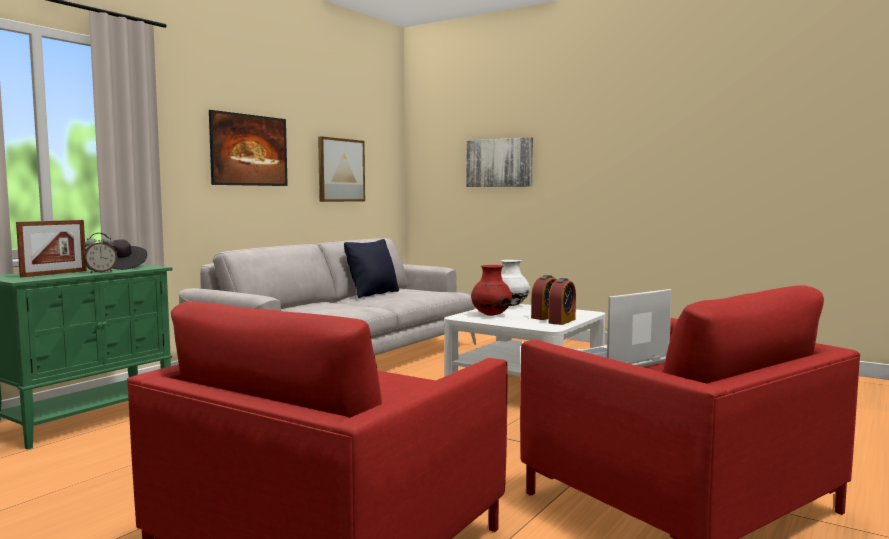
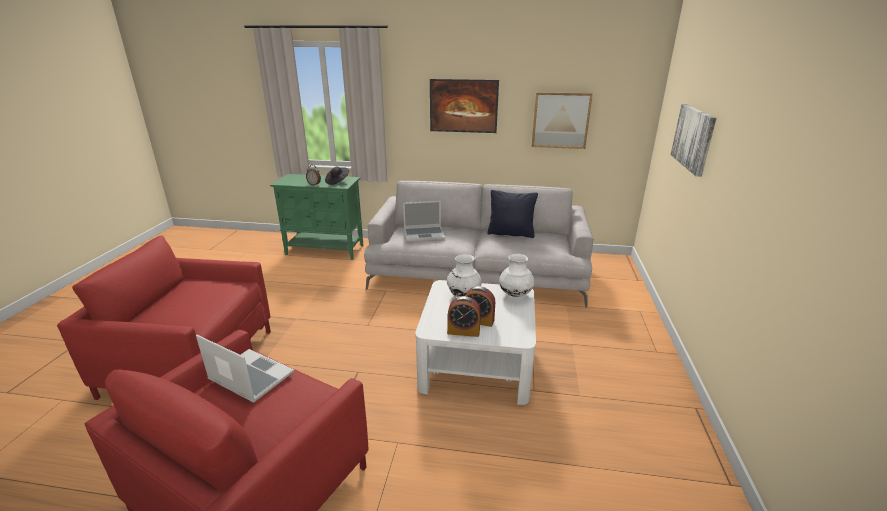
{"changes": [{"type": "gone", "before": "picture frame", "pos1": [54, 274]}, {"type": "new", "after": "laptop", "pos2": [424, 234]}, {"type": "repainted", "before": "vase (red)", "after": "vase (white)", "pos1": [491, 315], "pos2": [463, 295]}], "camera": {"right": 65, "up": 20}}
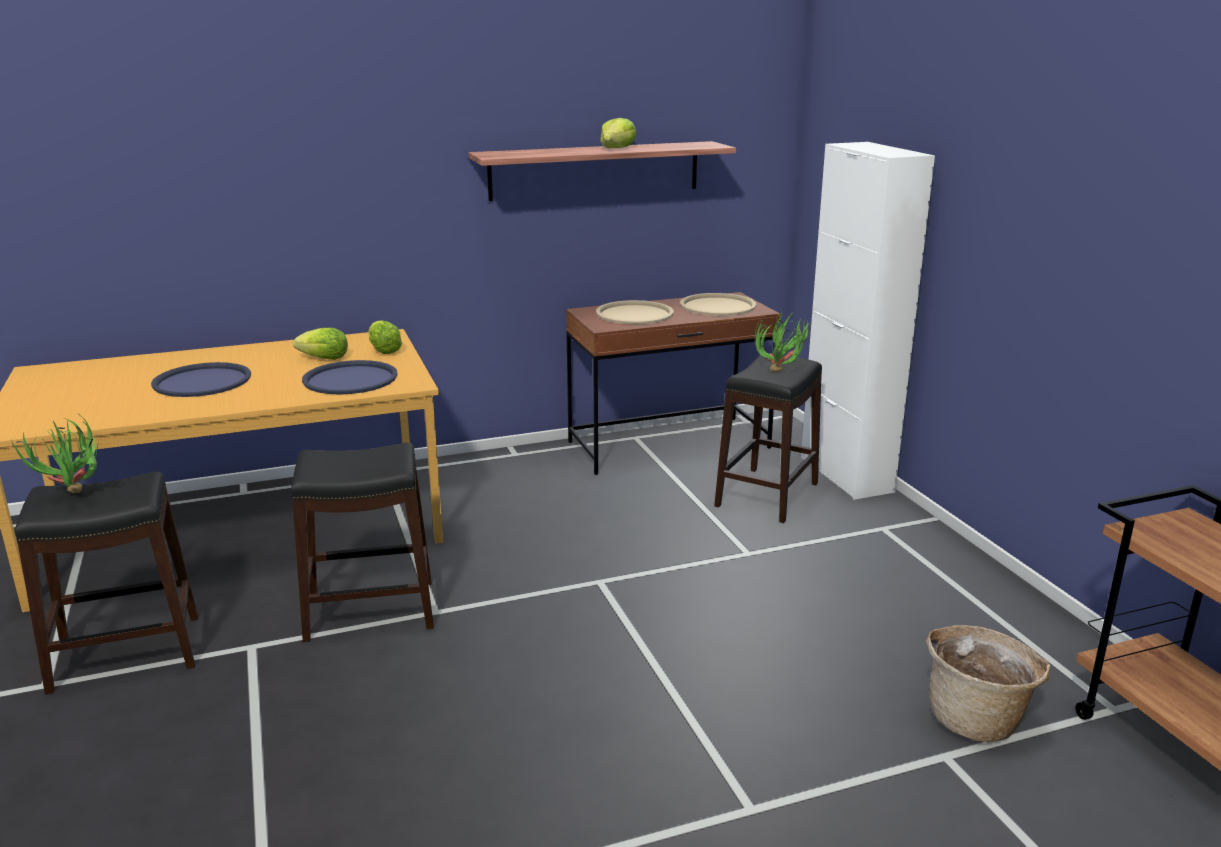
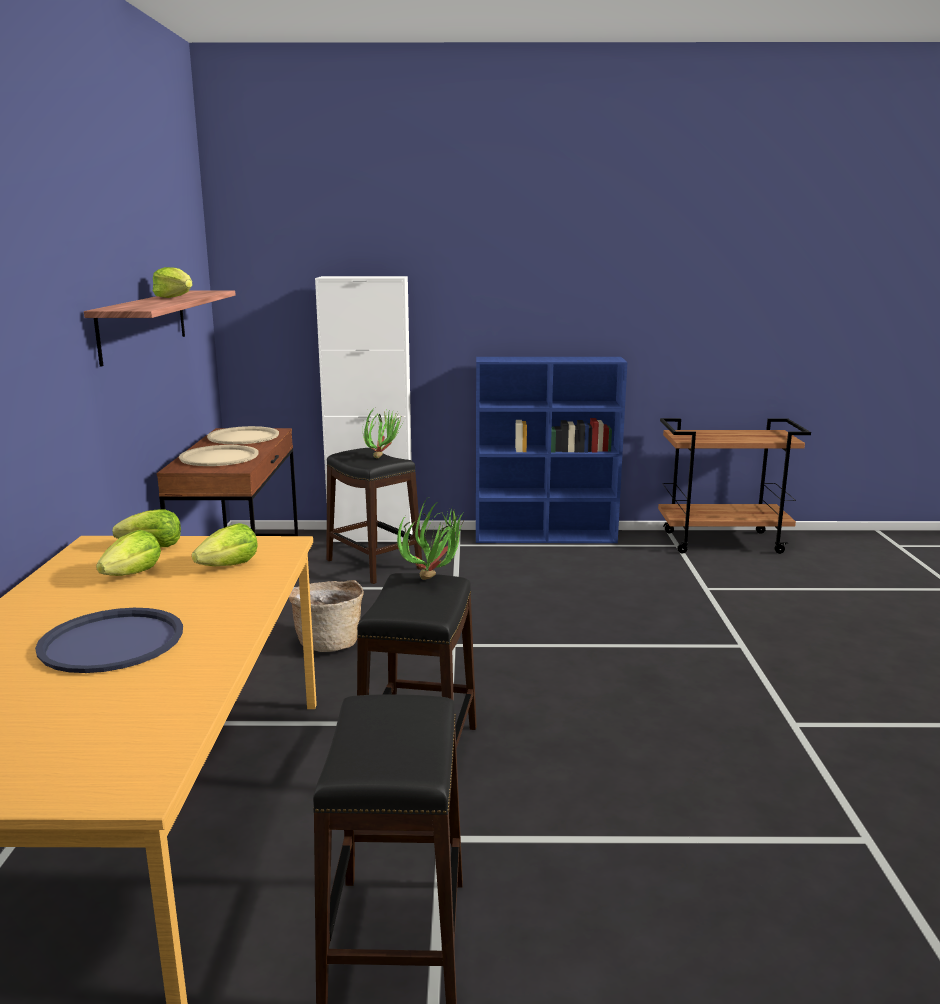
{"changes": [{"type": "new", "after": "bookcase (blue)", "pos2": [546, 536]}, {"type": "shifted", "before": "potted plant", "pos1": [74, 497], "pos2": [436, 579]}, {"type": "shifted", "before": "basket", "pos1": [977, 718], "pos2": [329, 642]}, {"type": "swapped", "before": "tray (blue)", "after": "lettuce", "pos1": [350, 379], "pos2": [230, 566]}], "camera": {"right": -70, "up": -5}}
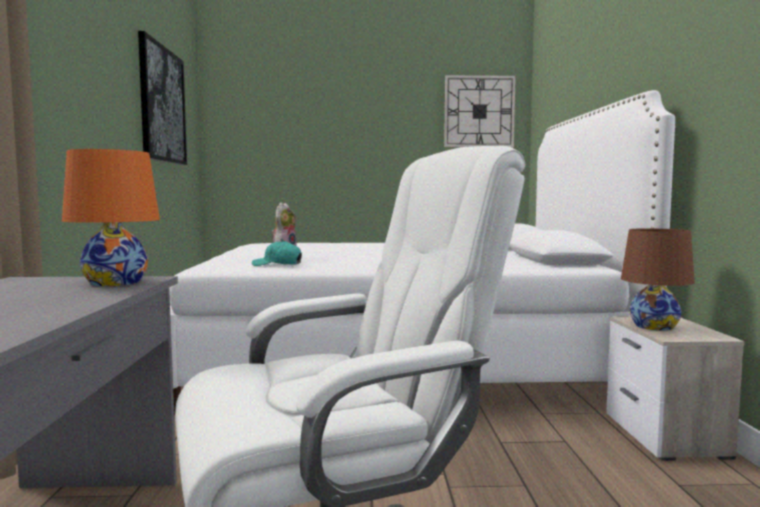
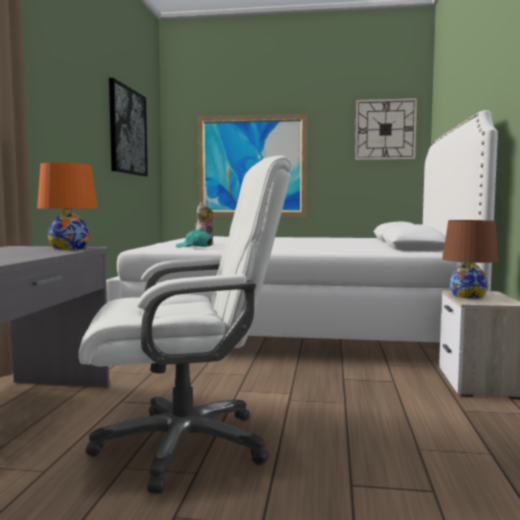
{"changes": [{"type": "new", "after": "picture", "pos2": [252, 166]}], "camera": {"right": 10, "up": 0}}
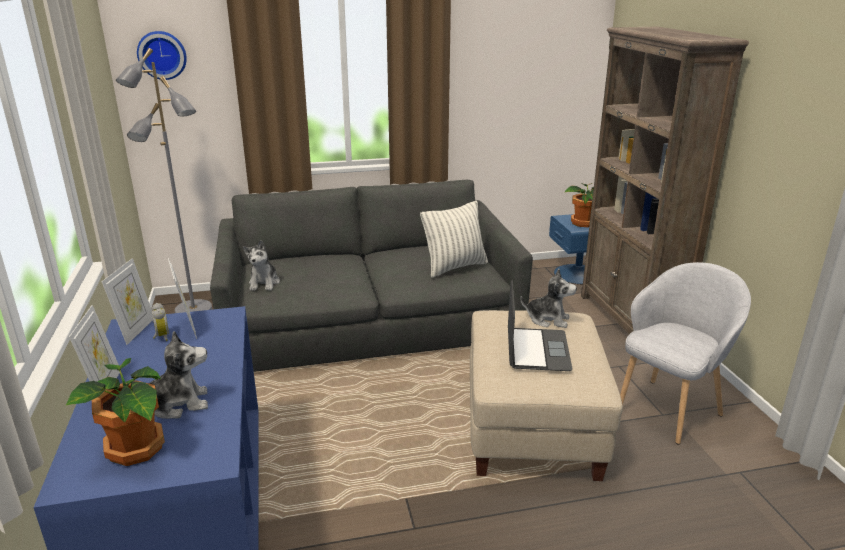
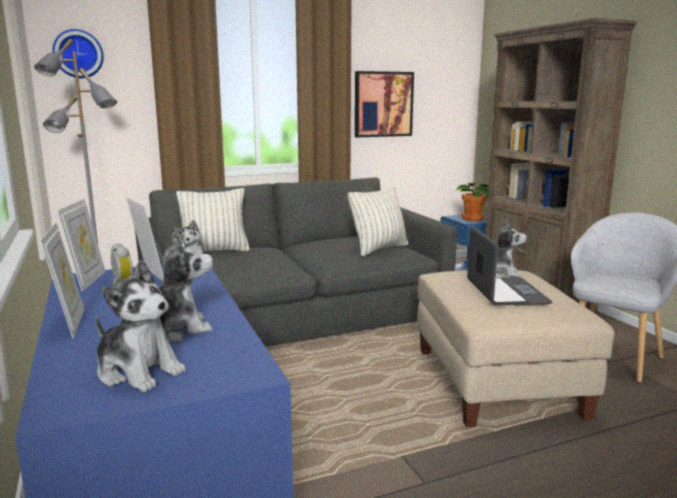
{"changes": [{"type": "new", "after": "pillow", "pos2": [215, 251]}, {"type": "new", "after": "picture", "pos2": [383, 104]}, {"type": "swapped", "before": "potted plant", "after": "plush toy", "pos1": [135, 450], "pos2": [138, 371]}], "camera": {"right": -10, "up": -10}}
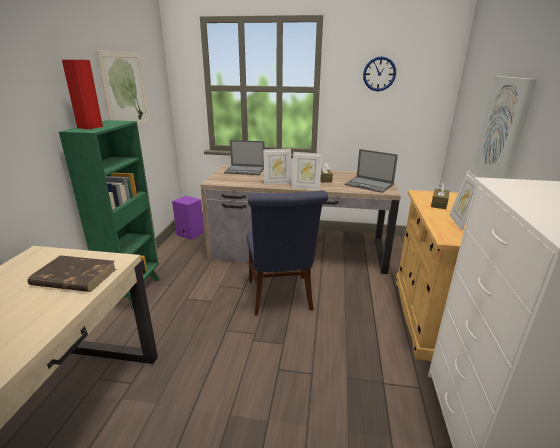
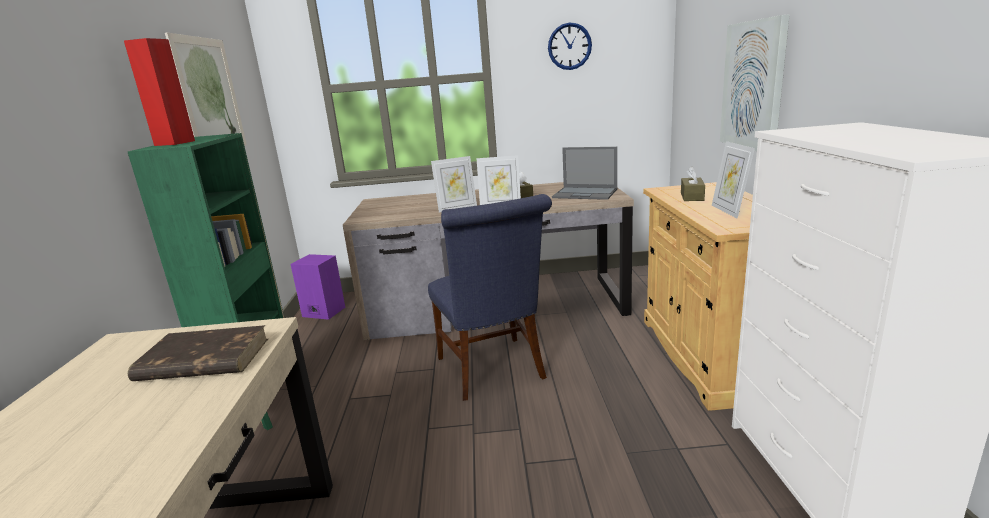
{"changes": [{"type": "gone", "before": "laptop", "pos1": [245, 170]}], "camera": {"right": -10, "up": -5}}
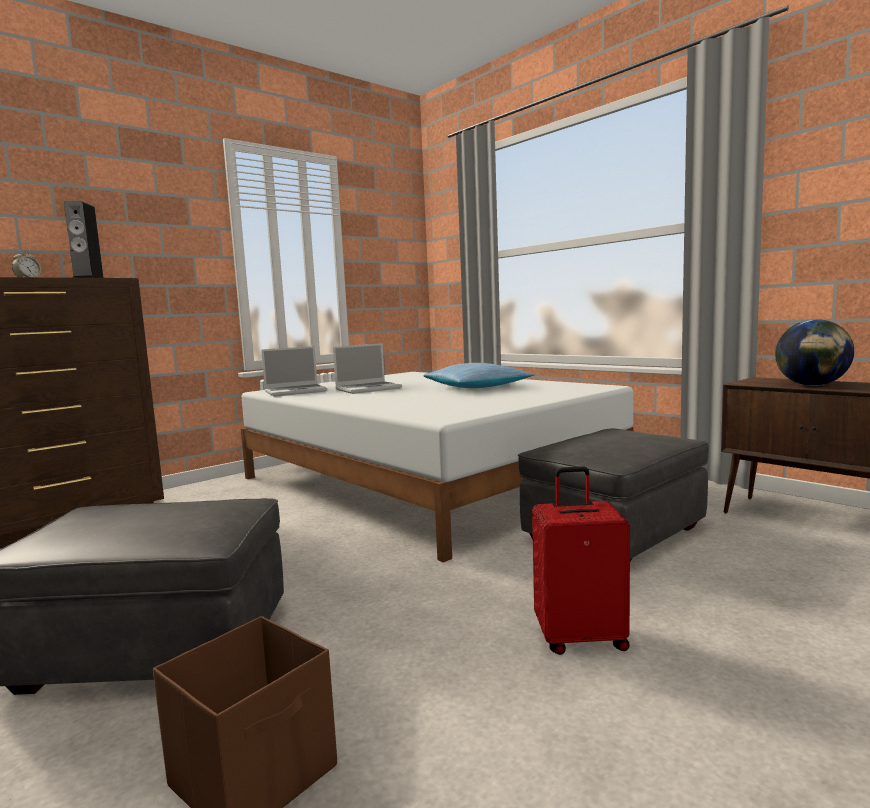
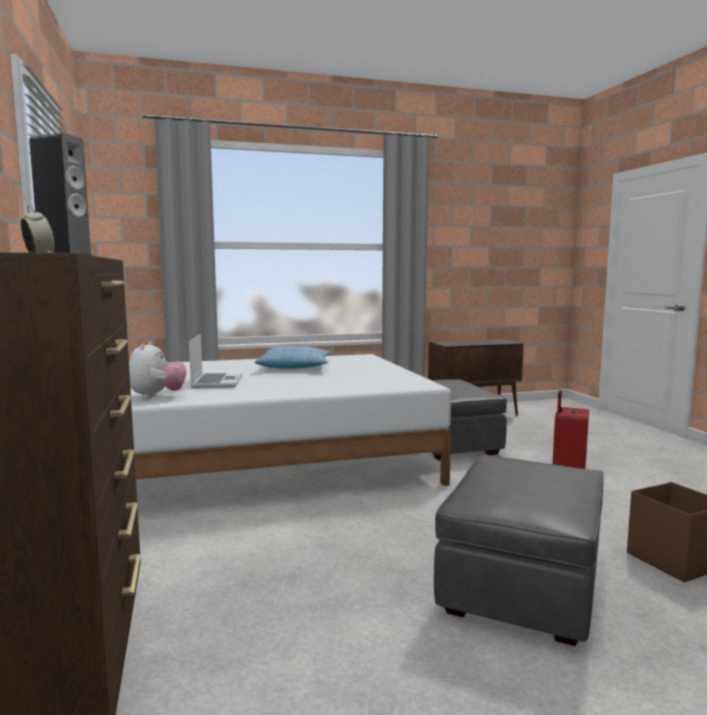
{"changes": [{"type": "gone", "before": "globe", "pos1": [812, 385]}, {"type": "swapped", "before": "laptop", "after": "plush toy", "pos1": [296, 392], "pos2": [157, 396]}], "camera": {"right": -65, "up": 0}}
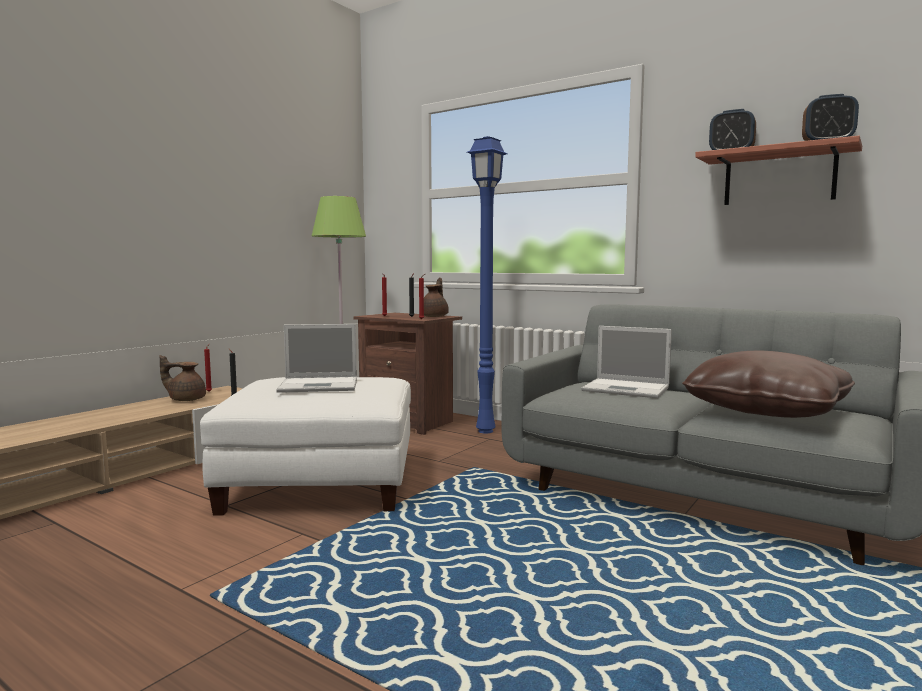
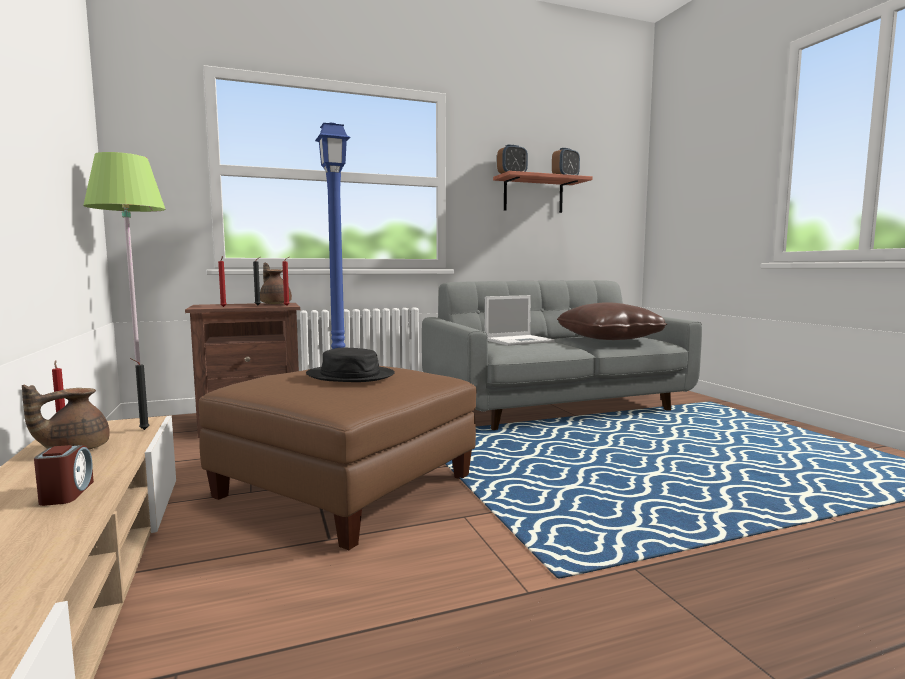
{"changes": [{"type": "new", "after": "alarm clock", "pos2": [66, 493]}, {"type": "swapped", "before": "laptop", "after": "hat (black)", "pos1": [320, 385], "pos2": [350, 375]}, {"type": "repainted", "before": "ottoman (white)", "after": "ottoman (brown)", "pos1": [322, 482], "pos2": [346, 486]}], "camera": {"right": -55, "up": 0}}
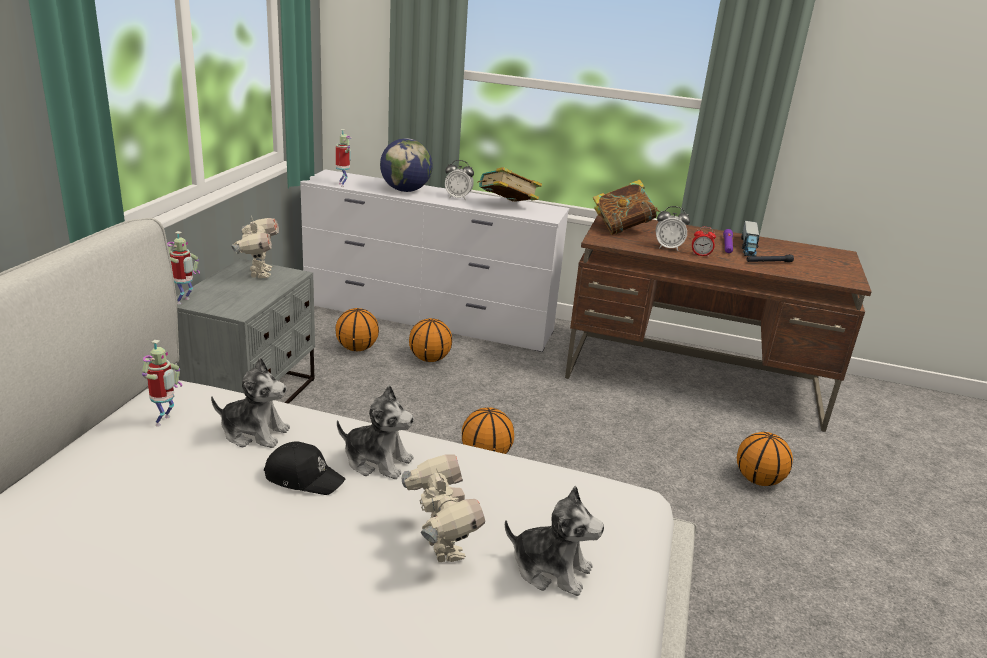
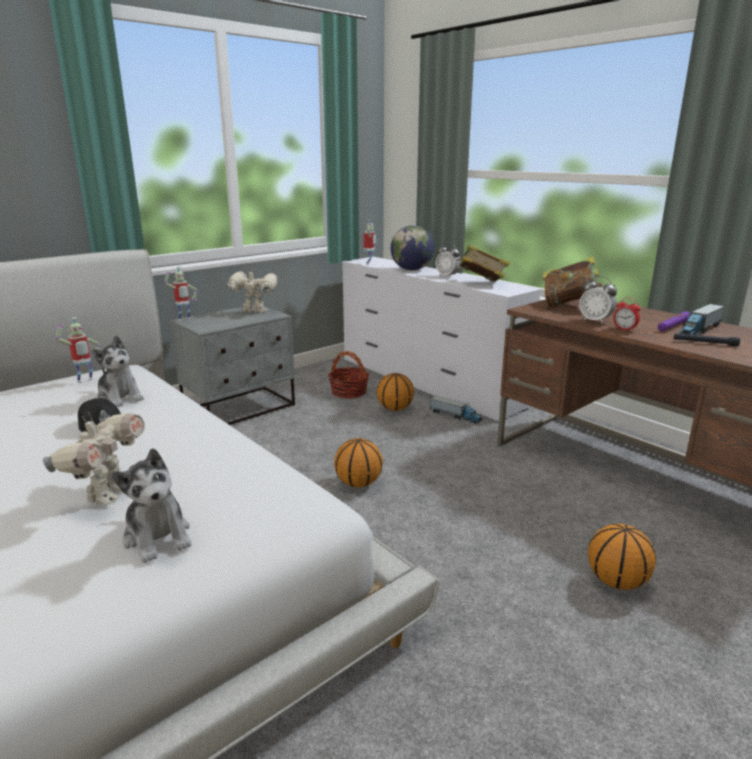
{"changes": [{"type": "gone", "before": "plush toy", "pos1": [377, 461]}, {"type": "new", "after": "toy truck", "pos2": [455, 416]}, {"type": "swapped", "before": "basketball", "after": "basket", "pos1": [357, 348], "pos2": [349, 392]}, {"type": "rotated", "before": "toy robot", "pos1": [258, 273], "pos2": [254, 312], "turn": -105}], "camera": {"right": 35, "up": -5}}
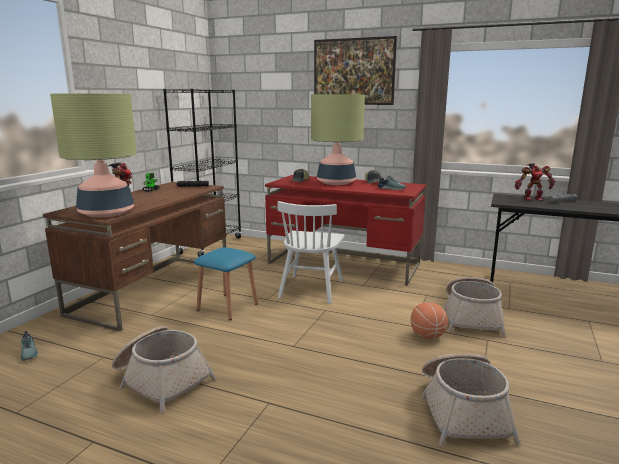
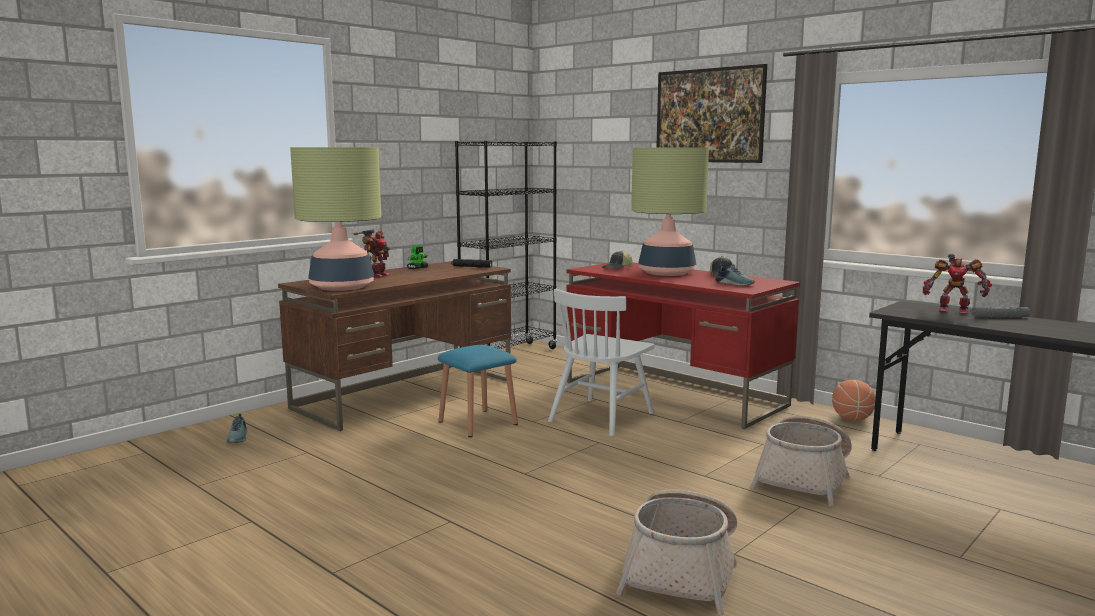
{"changes": [{"type": "gone", "before": "basket", "pos1": [161, 379]}, {"type": "shifted", "before": "basketball", "pos1": [427, 336], "pos2": [852, 419]}], "camera": {"right": 20, "up": -5}}
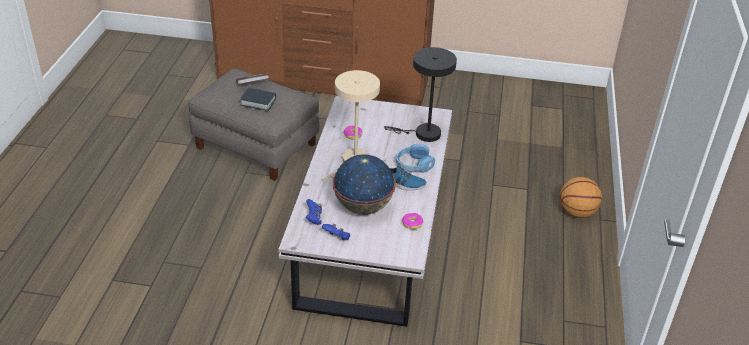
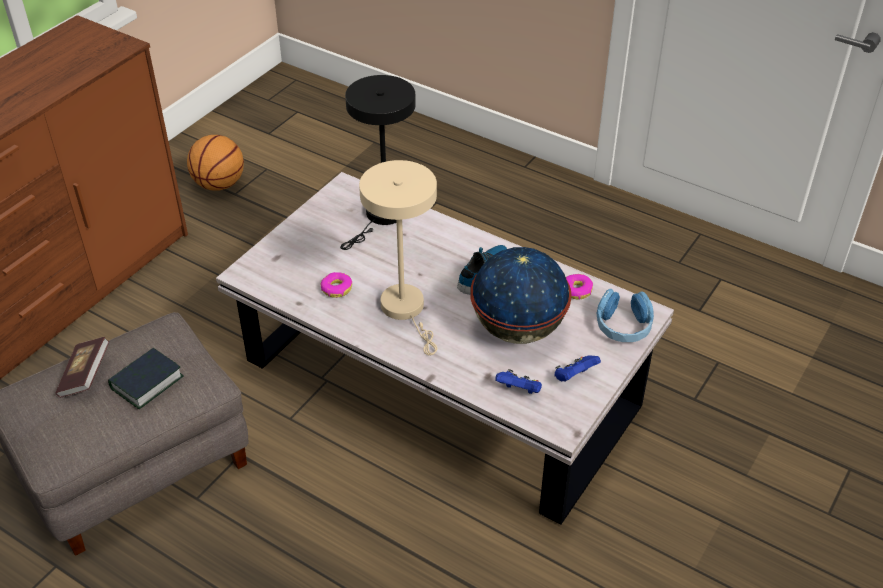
{"changes": [{"type": "shifted", "before": "headphones (blue)", "pos1": [414, 165], "pos2": [623, 326]}, {"type": "shifted", "before": "basketball", "pos1": [576, 213], "pos2": [219, 185]}], "camera": {"right": -65, "up": 5}}
